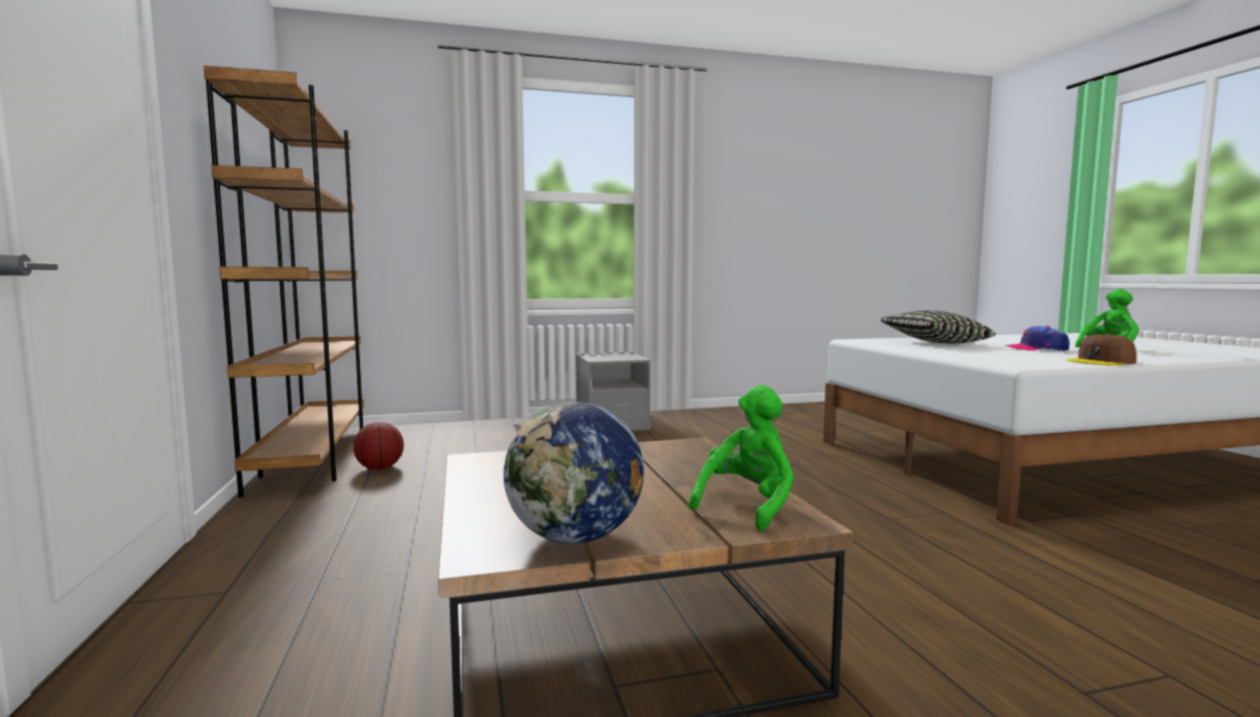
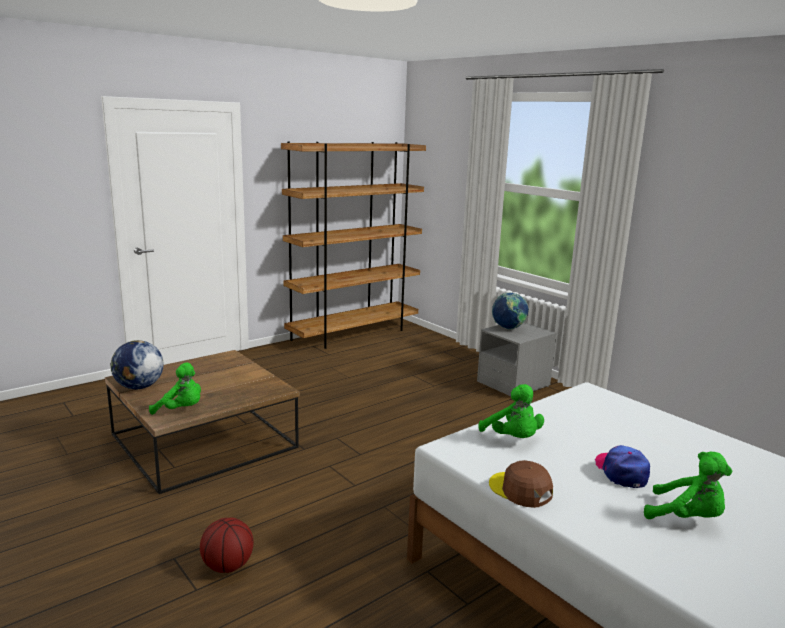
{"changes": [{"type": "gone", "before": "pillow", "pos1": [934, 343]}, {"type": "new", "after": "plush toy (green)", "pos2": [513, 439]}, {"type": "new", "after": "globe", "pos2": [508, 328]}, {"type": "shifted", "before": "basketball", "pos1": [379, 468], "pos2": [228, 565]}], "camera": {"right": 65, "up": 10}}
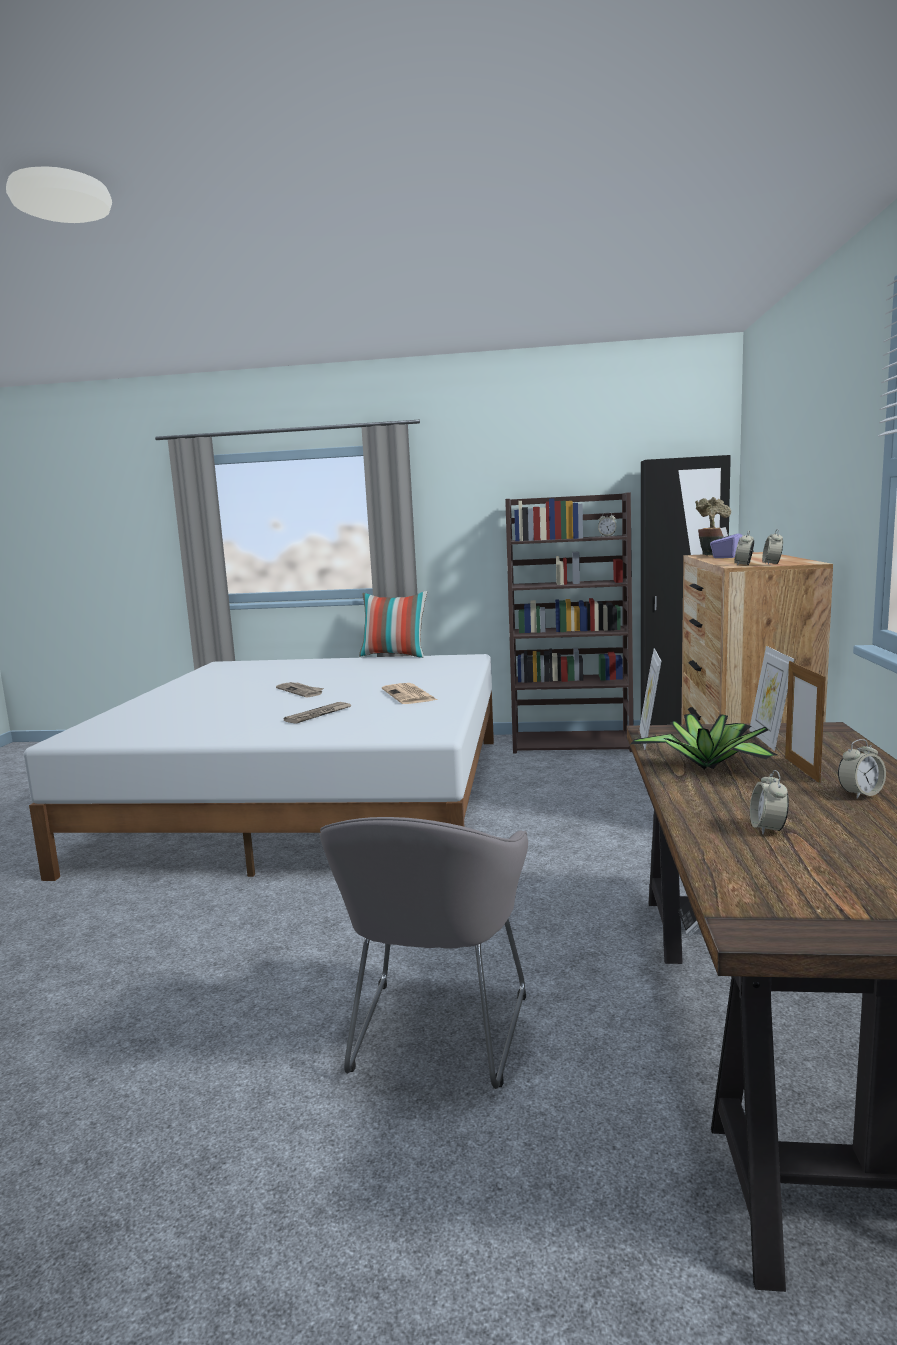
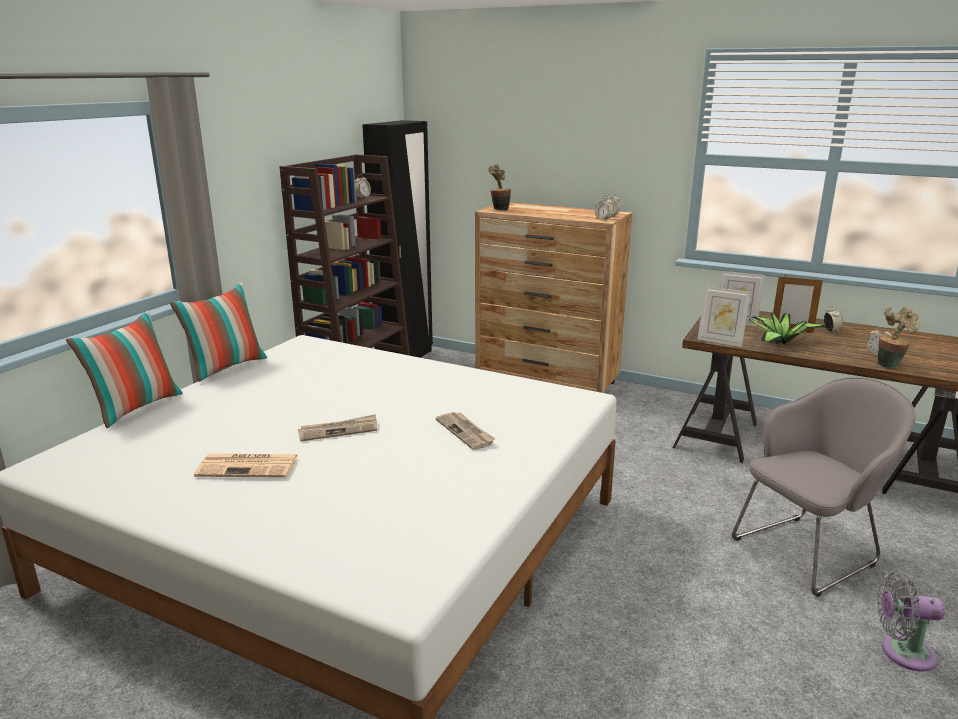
{"changes": [{"type": "gone", "before": "tissue box (purple)", "pos1": [726, 557]}, {"type": "new", "after": "pillow", "pos2": [136, 408]}, {"type": "new", "after": "fan (grey)", "pos2": [902, 652]}, {"type": "new", "after": "potted plant", "pos2": [890, 365]}, {"type": "shifted", "before": "newspaper", "pos1": [409, 695], "pos2": [249, 466]}, {"type": "rotated", "before": "armchair (grey)", "pos1": [435, 1037], "pos2": [809, 551], "turn": -60}], "camera": {"right": -70, "up": 10}}
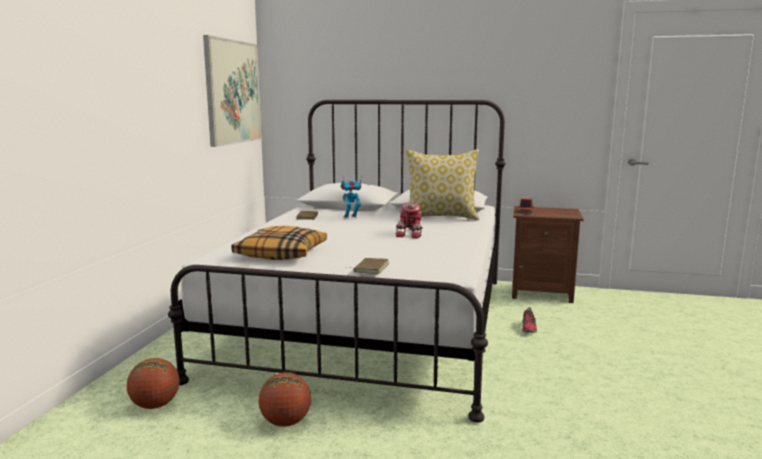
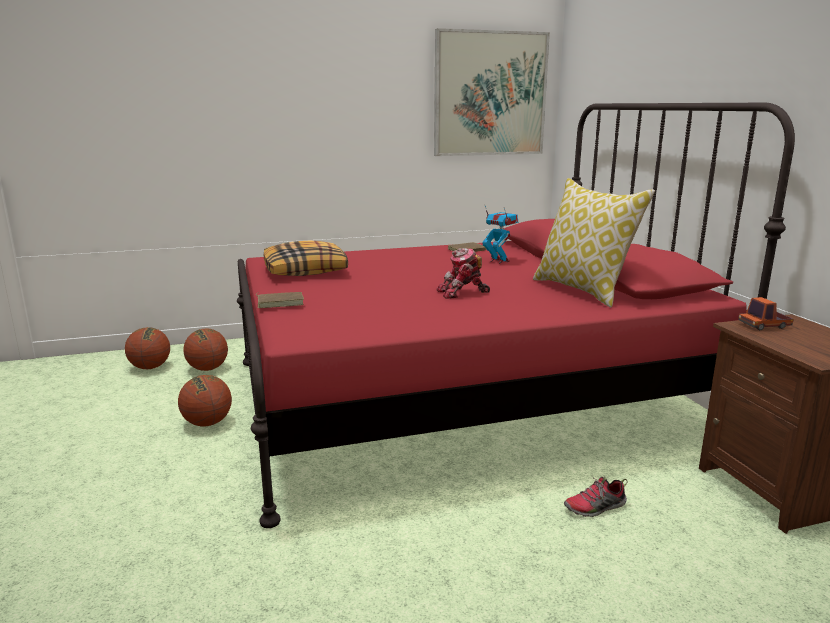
{"changes": [{"type": "new", "after": "basketball", "pos2": [150, 367]}, {"type": "repainted", "before": "bed (white)", "after": "bed (red)", "pos1": [371, 323], "pos2": [462, 397]}], "camera": {"right": 60, "up": 5}}
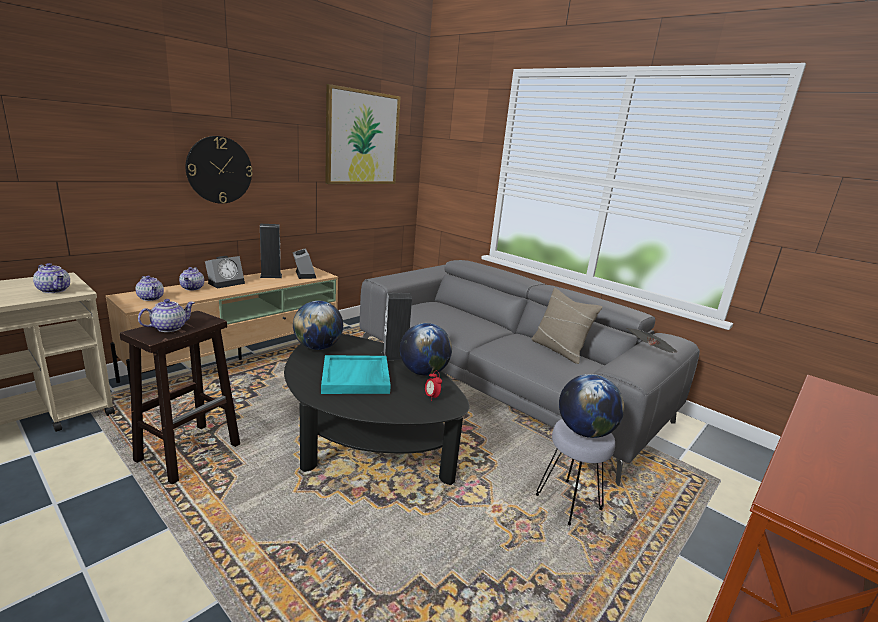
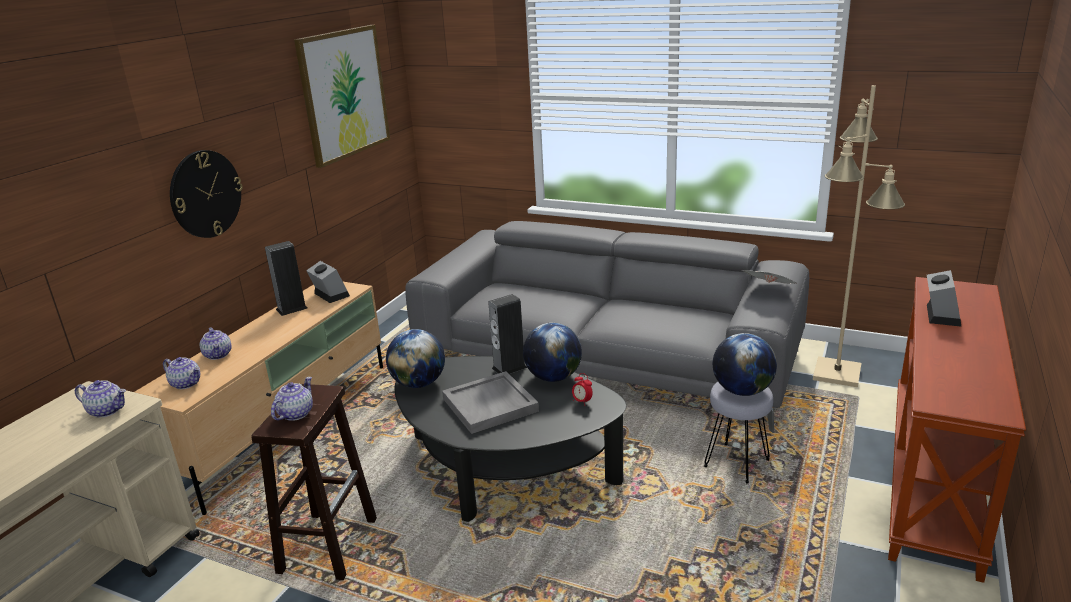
{"changes": [{"type": "gone", "before": "pillow (beige)", "pos1": [559, 350]}, {"type": "new", "after": "floor lamp (beige)", "pos2": [837, 373]}, {"type": "shifted", "before": "alarm clock", "pos1": [226, 283], "pos2": [940, 314]}, {"type": "repainted", "before": "tray (turquoise)", "after": "tray (grey)", "pos1": [356, 377], "pos2": [491, 405]}], "camera": {"right": -15, "up": 5}}
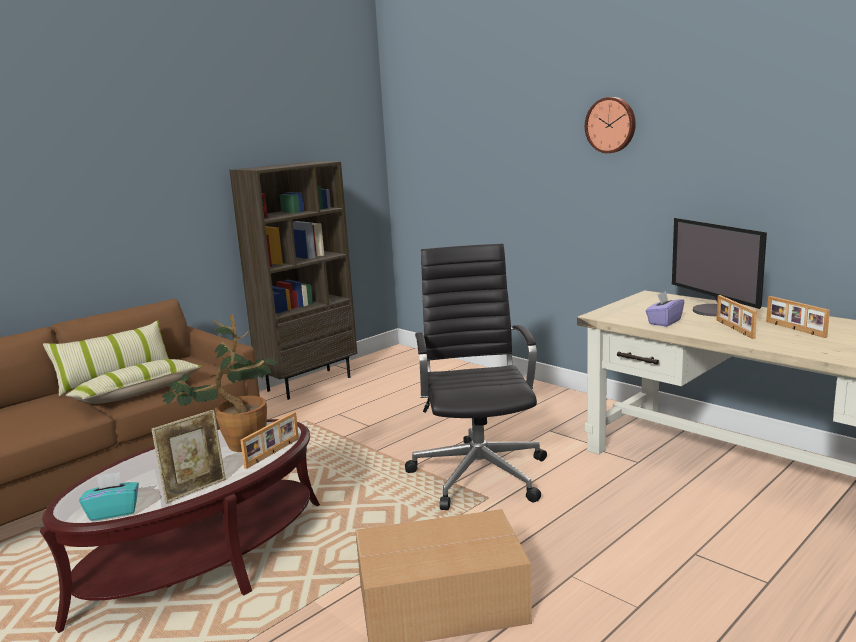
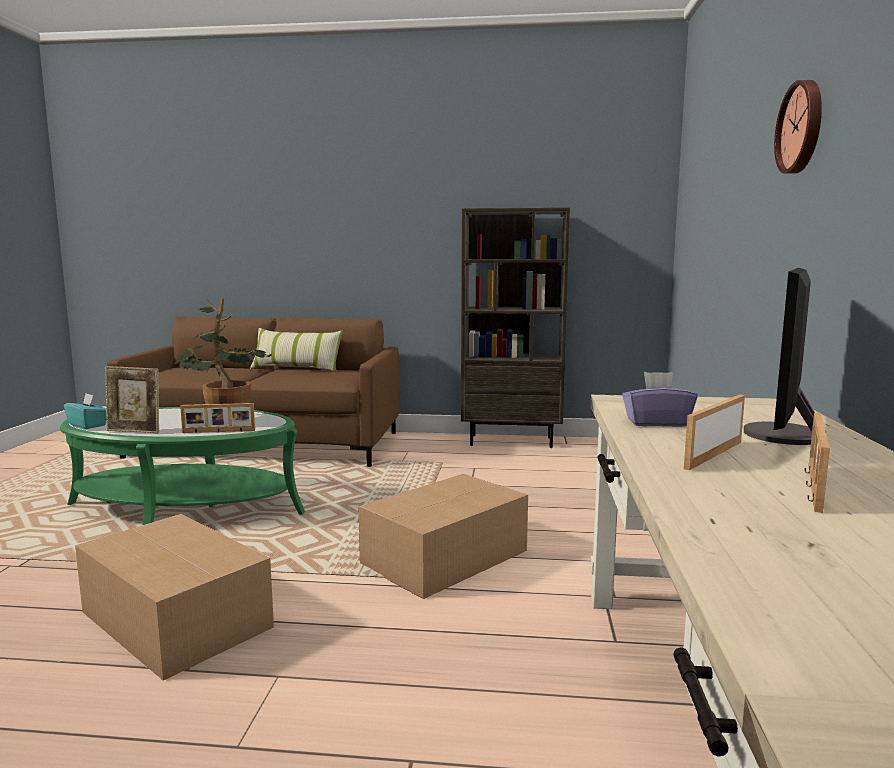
{"changes": [{"type": "gone", "before": "pillow", "pos1": [137, 393]}, {"type": "swapped", "before": "office chair (black)", "after": "cardboard box", "pos1": [479, 473], "pos2": [447, 557]}, {"type": "repainted", "before": "coffee table (brown)", "after": "coffee table (green)", "pos1": [203, 560], "pos2": [184, 509]}], "camera": {"right": 50, "up": -5}}
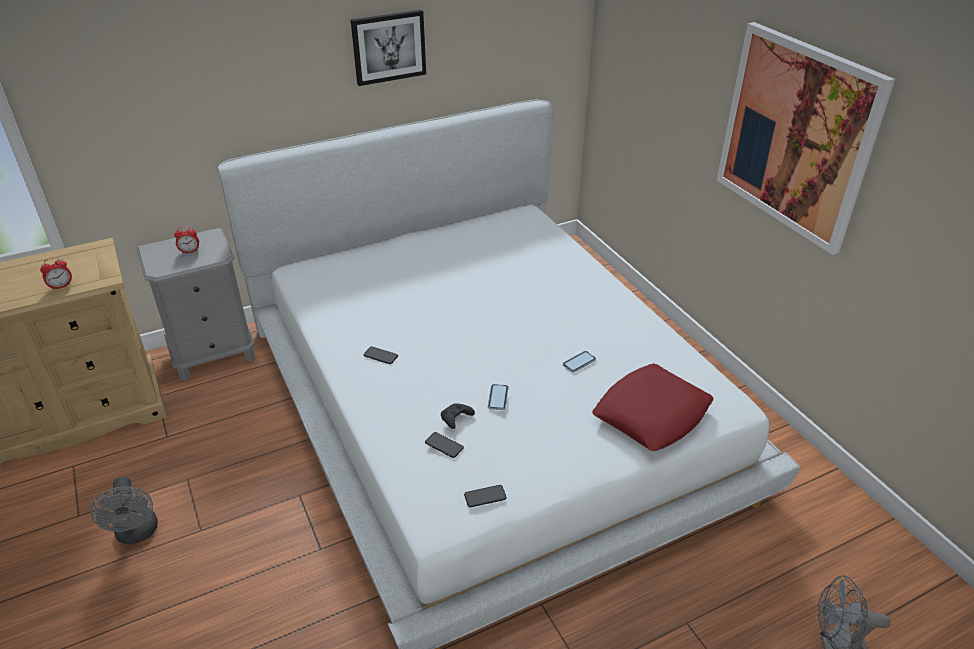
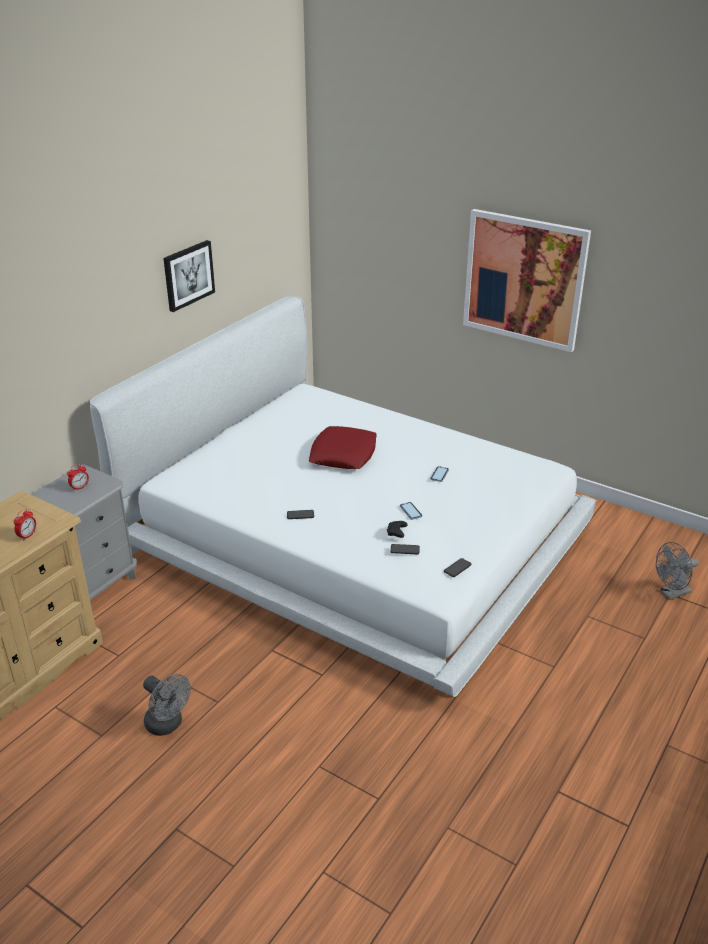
{"changes": [{"type": "shifted", "before": "pillow (red)", "pos1": [651, 414], "pos2": [343, 454]}], "camera": {"right": -30, "up": -5}}
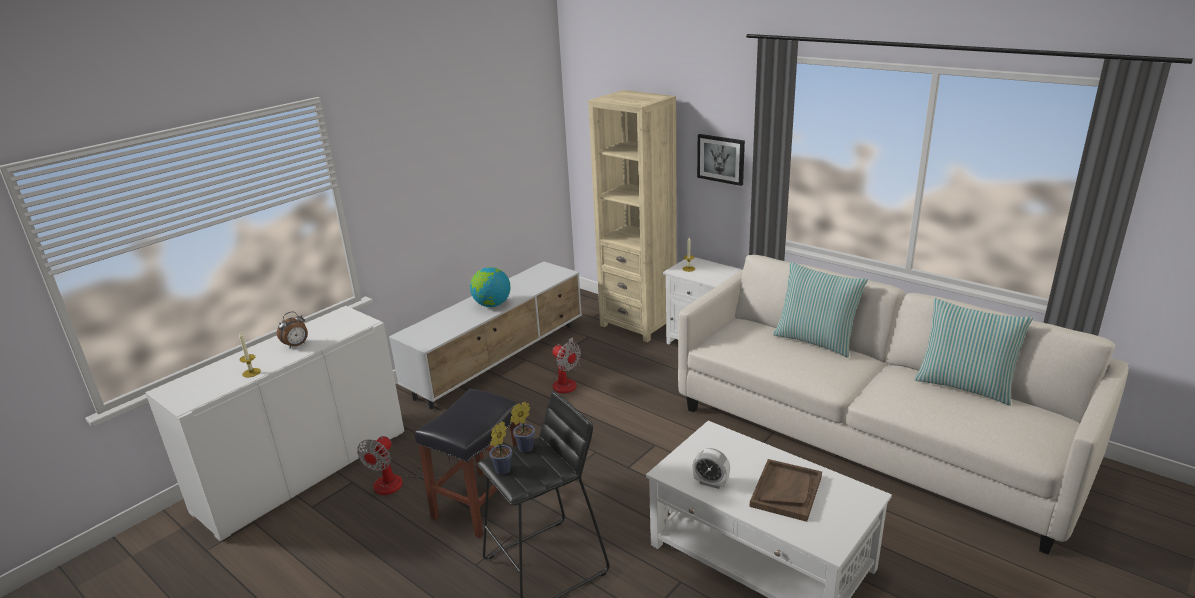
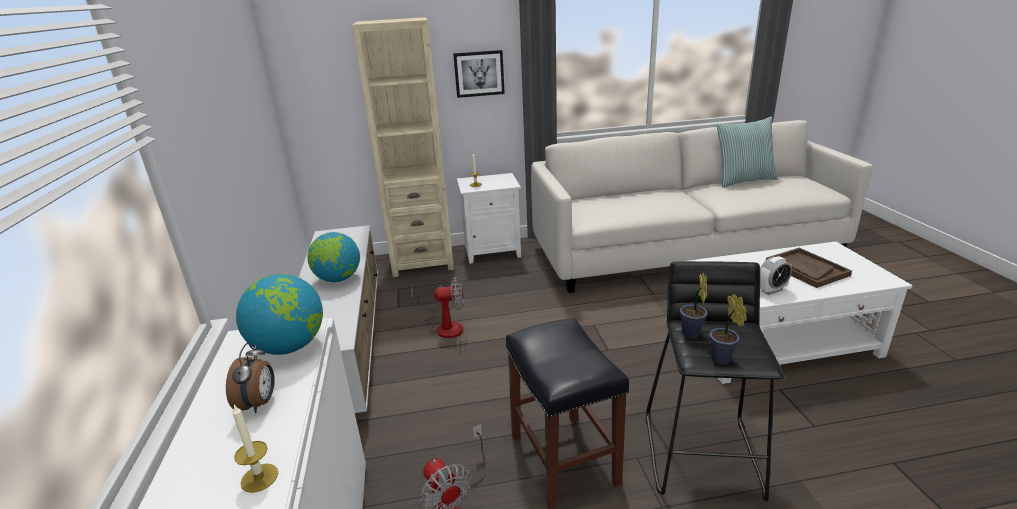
{"changes": [{"type": "gone", "before": "pillow", "pos1": [815, 340]}, {"type": "new", "after": "globe", "pos2": [290, 346]}], "camera": {"right": -50, "up": 0}}
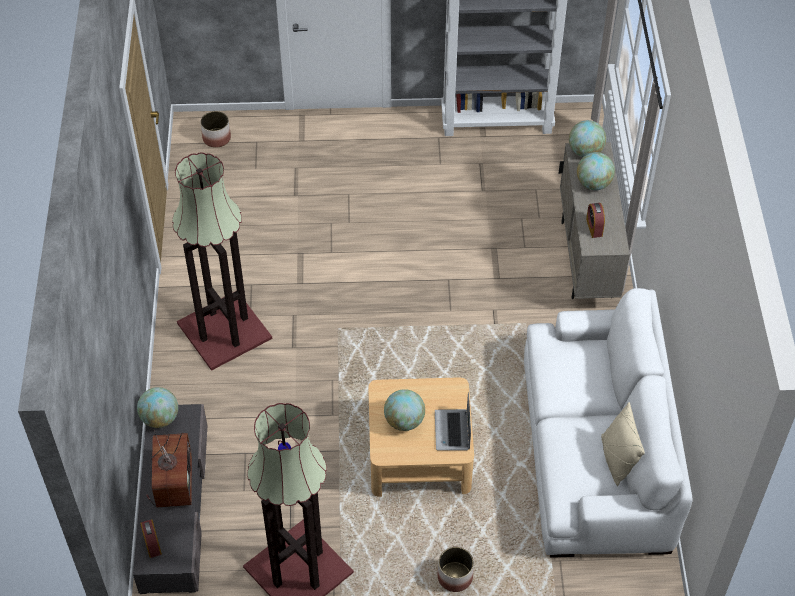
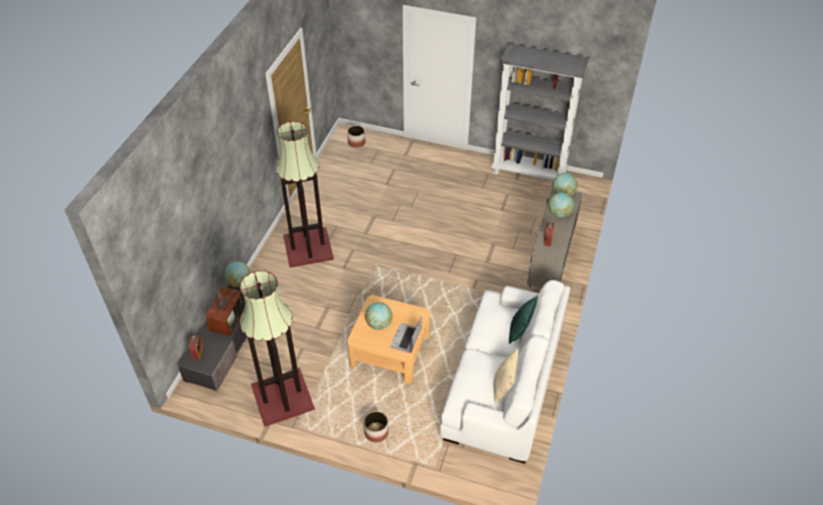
{"changes": [{"type": "new", "after": "pillow (green)", "pos2": [519, 330]}], "camera": {"right": 20, "up": -5}}
